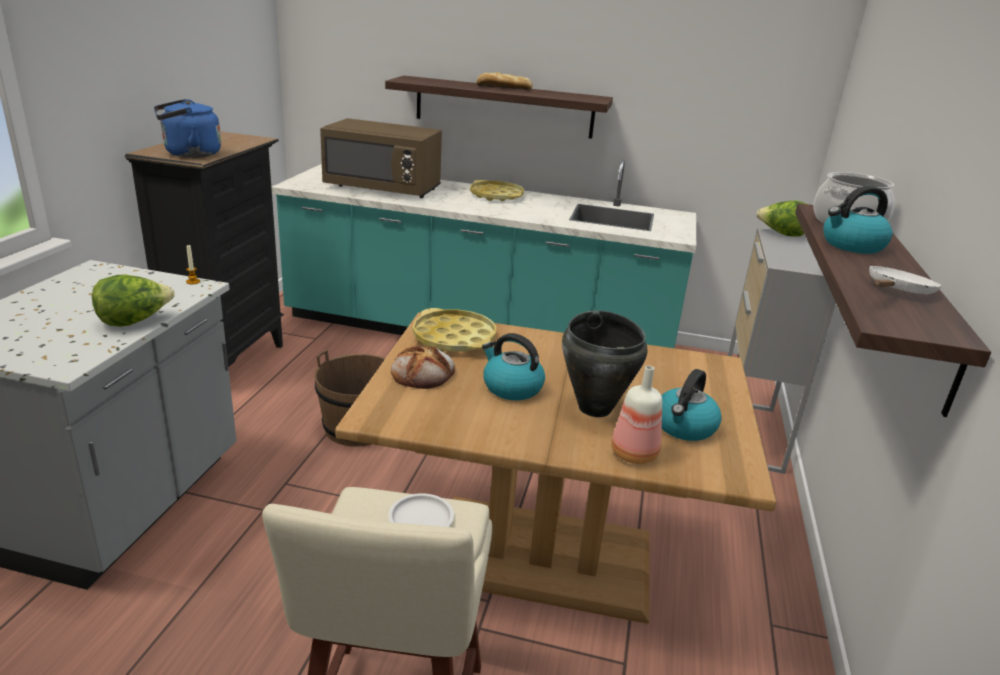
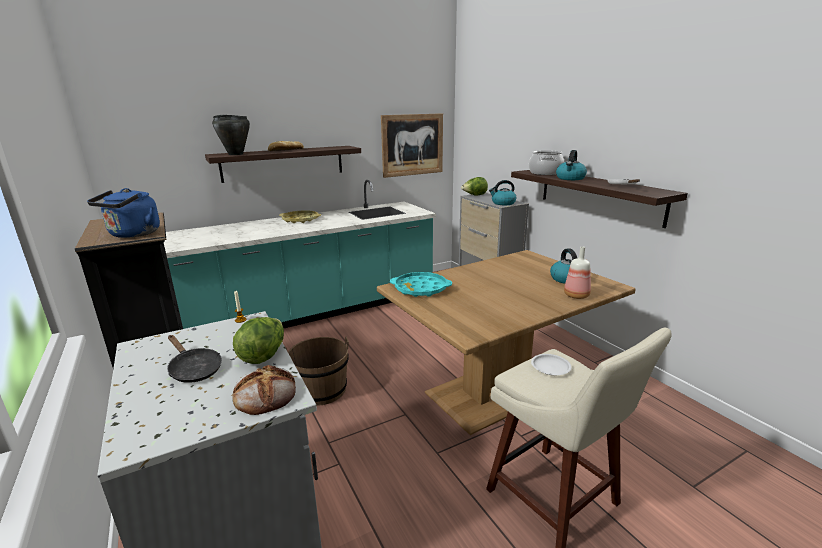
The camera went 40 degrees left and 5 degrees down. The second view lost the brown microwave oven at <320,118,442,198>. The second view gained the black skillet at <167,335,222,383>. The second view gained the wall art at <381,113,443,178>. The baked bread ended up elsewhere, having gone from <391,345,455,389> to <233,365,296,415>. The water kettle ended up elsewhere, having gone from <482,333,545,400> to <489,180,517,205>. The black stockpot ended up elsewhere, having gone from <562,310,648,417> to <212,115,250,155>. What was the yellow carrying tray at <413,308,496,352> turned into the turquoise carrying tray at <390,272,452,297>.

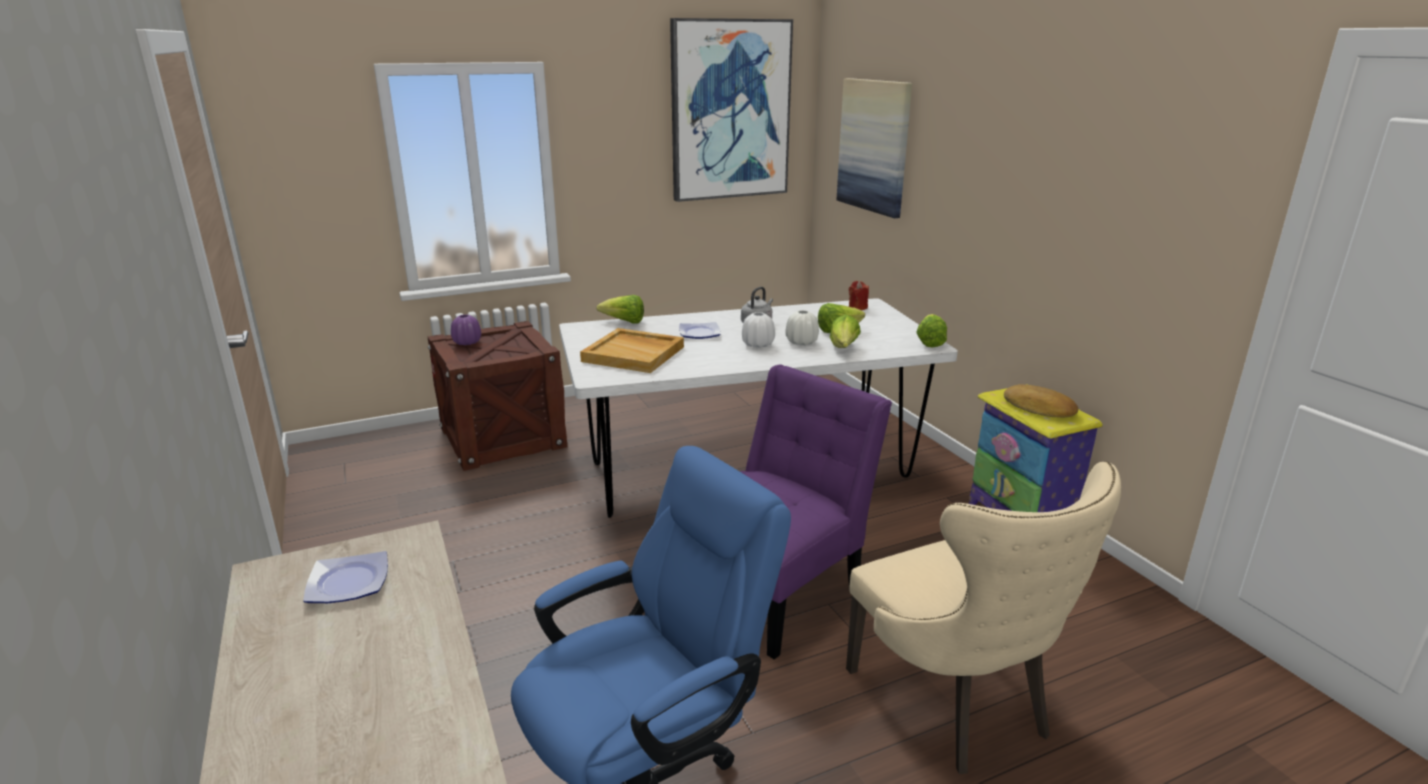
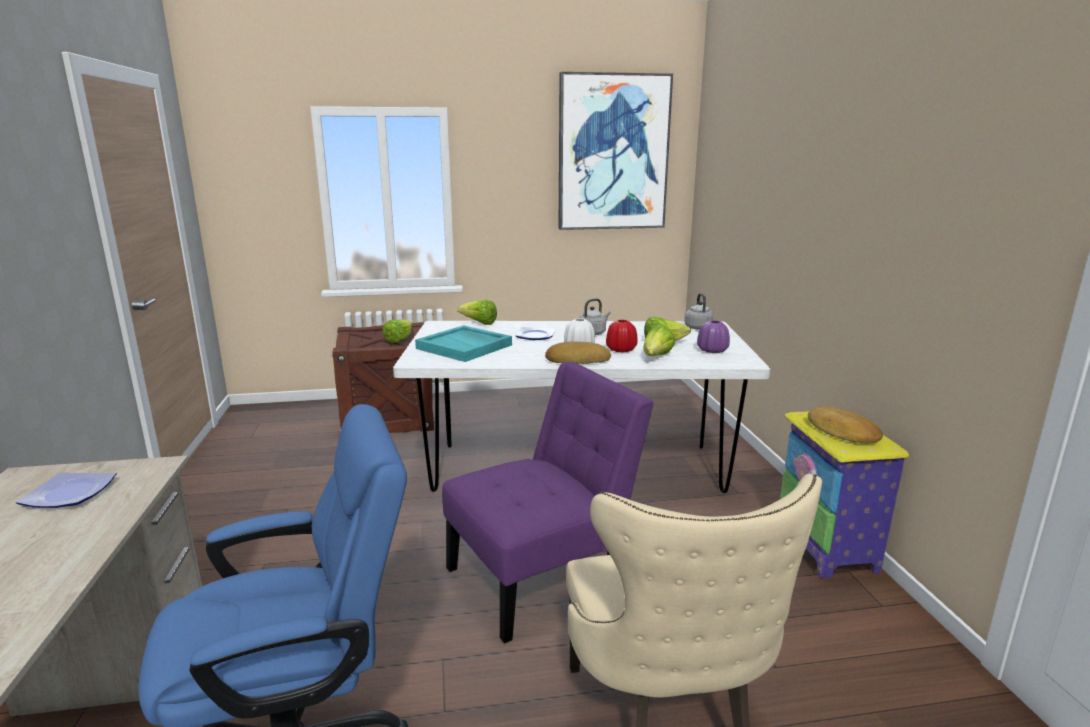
The camera went 15 degrees right and 5 degrees down. The second view lost the wall art at <837,78,912,218>. The second view gained the baked bread at <545,341,611,364>. The purplish flower vase ended up elsewhere, having gone from <451,315,481,345> to <697,320,730,353>. The head of lettuce ended up elsewhere, having gone from <916,314,947,347> to <382,319,412,343>. Where the reddish wax light stood at <849,281,869,310>, the greyish water kettle came to stand at <684,293,714,330>. What was the beige carrying tray at <580,328,684,373> turned into the turquoise carrying tray at <415,325,512,362>. What was the white flower vase at <785,310,819,345> turned into the reddish flower vase at <606,320,638,352>.

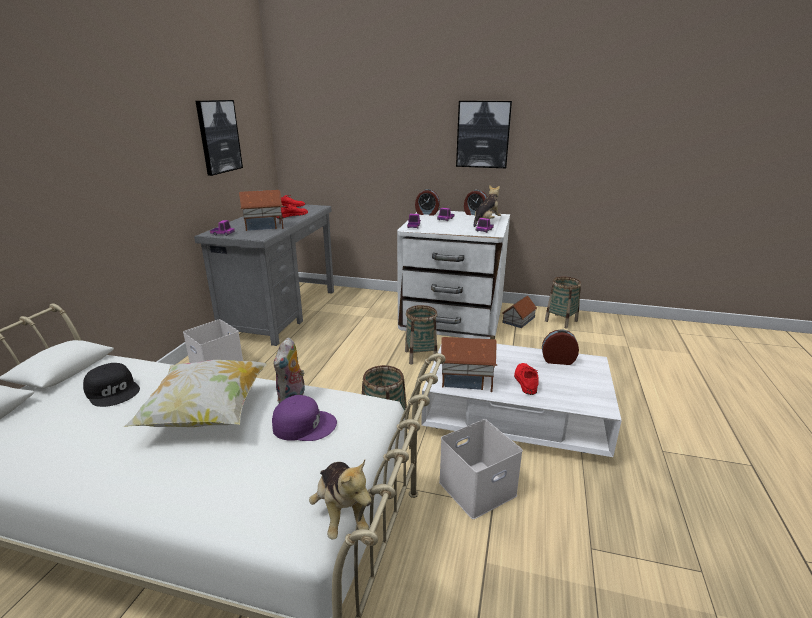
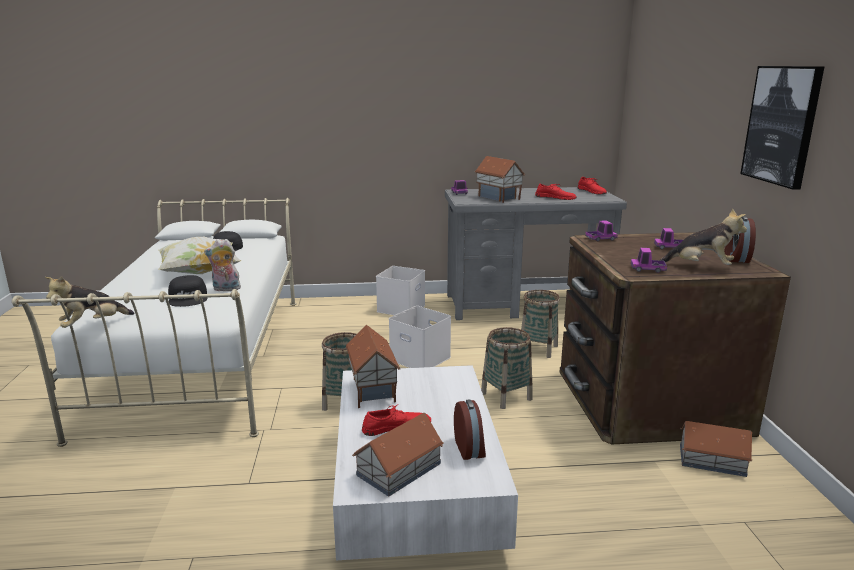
The camera went 70 degrees right and 5 degrees down. The second view lost the wall art at <196,100,243,176>. The second view lost the alarm clock at <415,189,440,216>. The second view gained the miniature house at <352,413,443,496>. The white storage container ended up elsewhere, having gone from <439,419,523,519> to <389,306,451,368>. The storage basket ended up elsewhere, having gone from <545,276,581,329> to <521,290,560,358>. What was the purplish peaked cap at <272,395,337,441> turned into the black peaked cap at <168,275,207,307>. What was the white chest of drawers at <397,210,510,339> turned into the brown chest of drawers at <560,232,791,444>.

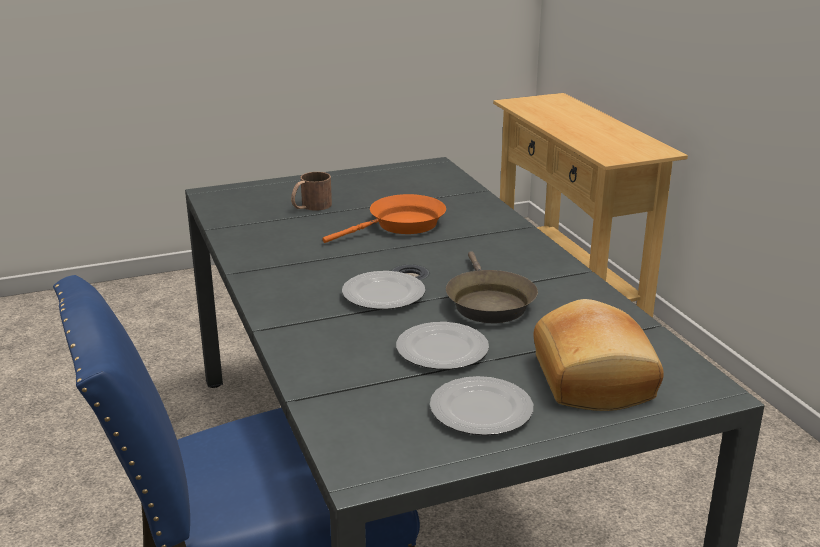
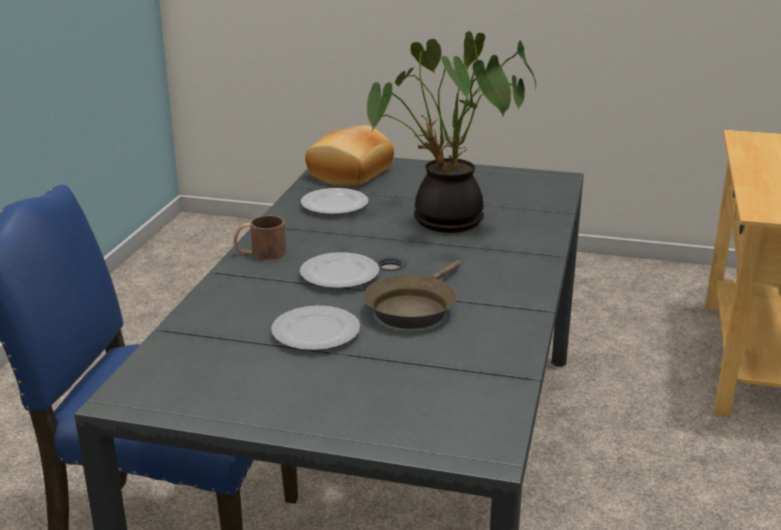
The camera went 35 degrees right and 0 degrees up. The brown tea mug ended up elsewhere, having gone from <291,172,332,211> to <234,215,286,260>. The plate ended up elsewhere, having gone from <430,376,533,435> to <301,188,368,215>. The baked bread ended up elsewhere, having gone from <534,299,664,411> to <305,125,394,186>. Where the orange-coloured skillet stood at <322,194,446,243>, the plant in a pot came to stand at <367,31,536,233>.

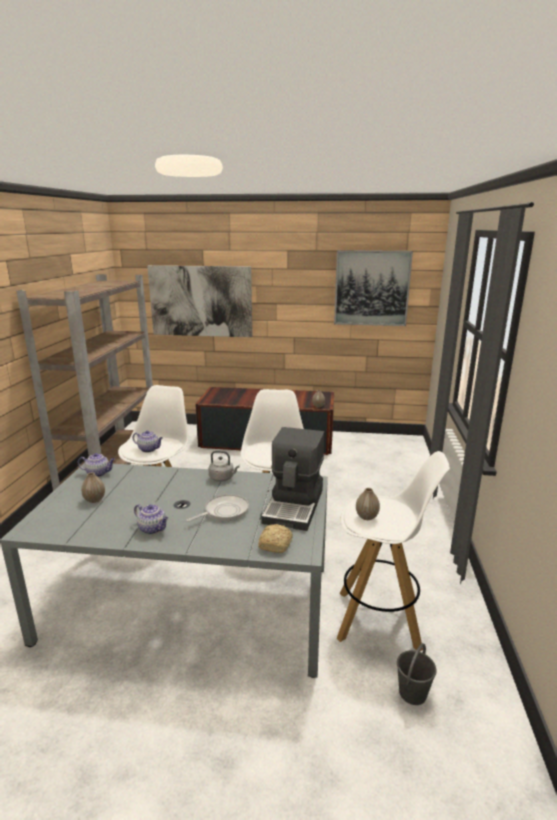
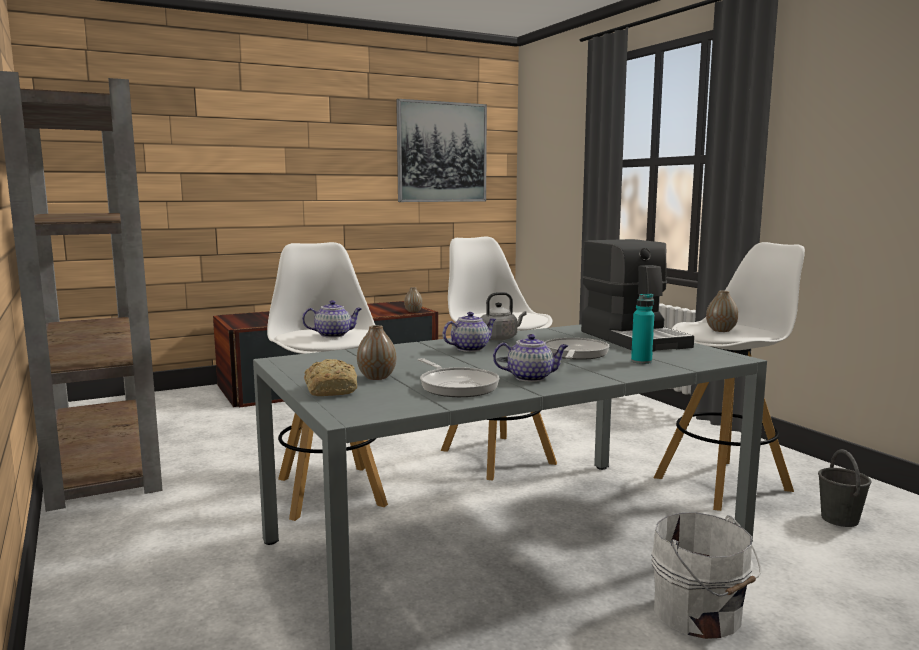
The camera went 35 degrees left and 10 degrees down. The second view lost the wall art at <147,265,252,337>. The second view gained the skillet at <418,358,499,397>. The second view gained the turquoise bottle at <631,294,654,364>. The second view gained the white pail at <651,512,761,639>. The teapot ended up elsewhere, having gone from <78,453,115,477> to <443,312,496,352>. The baked bread ended up elsewhere, having gone from <258,524,293,553> to <304,359,357,396>.

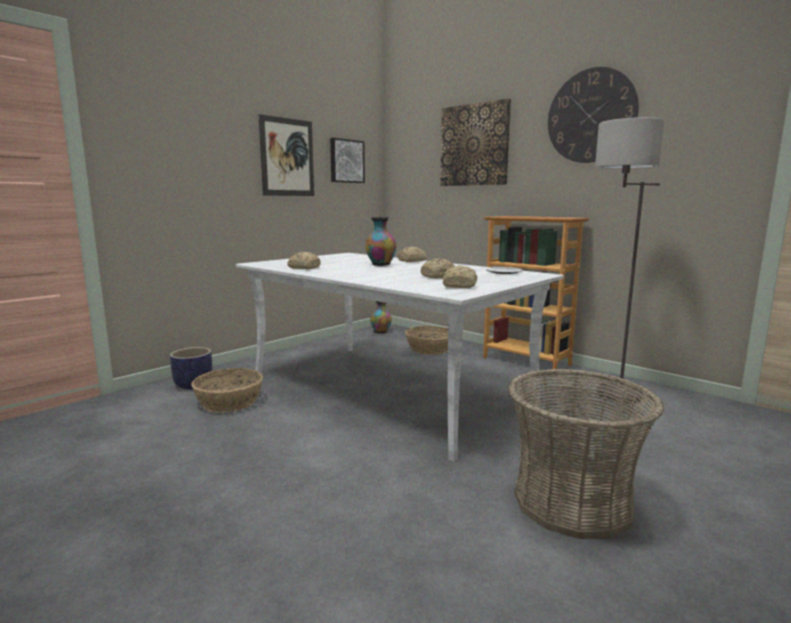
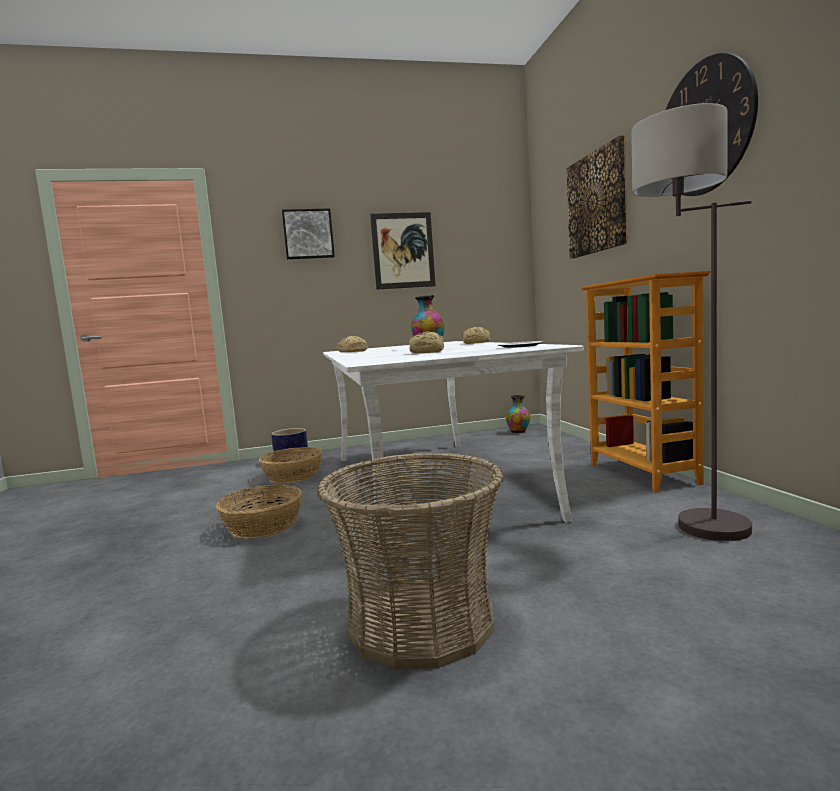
The camera went 35 degrees right and 5 degrees down. The second view lost the baked bread at <443,265,477,288>. The wall art ended up elsewhere, having gone from <330,138,365,183> to <282,209,335,259>. The storage basket ended up elsewhere, having gone from <405,326,448,355> to <216,484,303,539>.

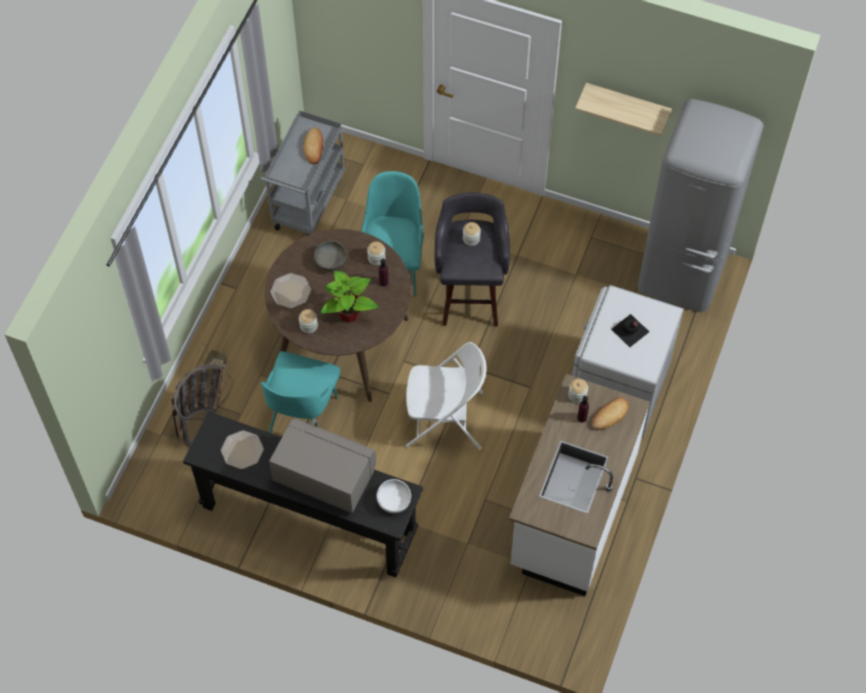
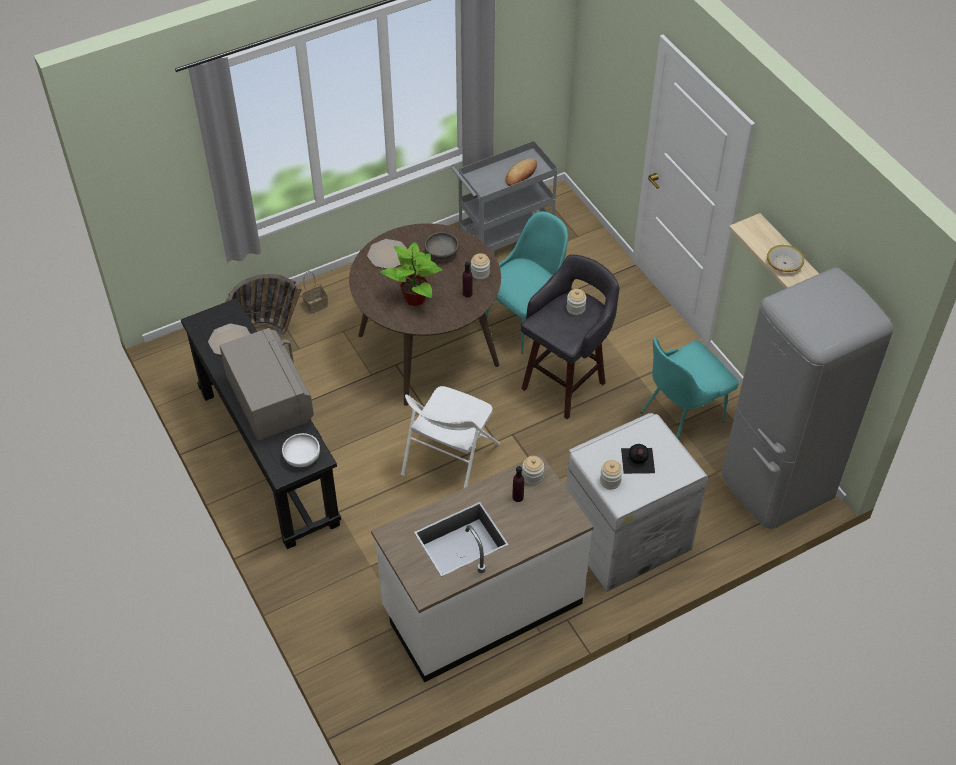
The camera went 40 degrees right and 10 degrees down. The second view lost the baked bread at <592,397,629,430>. The second view gained the bowl at <767,245,804,272>. The turquoise chair ended up elsewhere, having gone from <261,351,340,433> to <640,337,739,439>. The jar ended up elsewhere, having gone from <299,309,318,334> to <600,460,623,489>. The white chair at <406,342,487,450> ended up facing another way, 75 degrees clockwise from before.

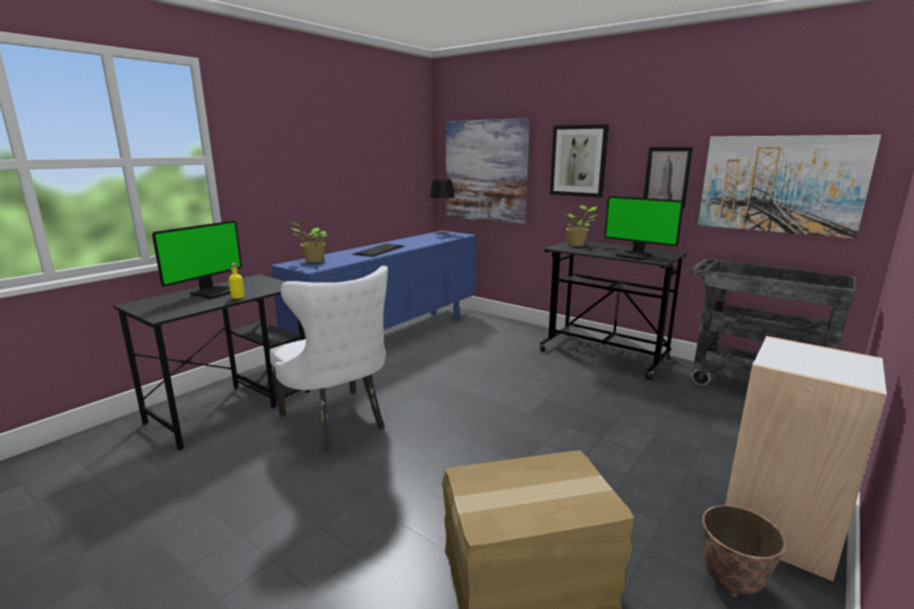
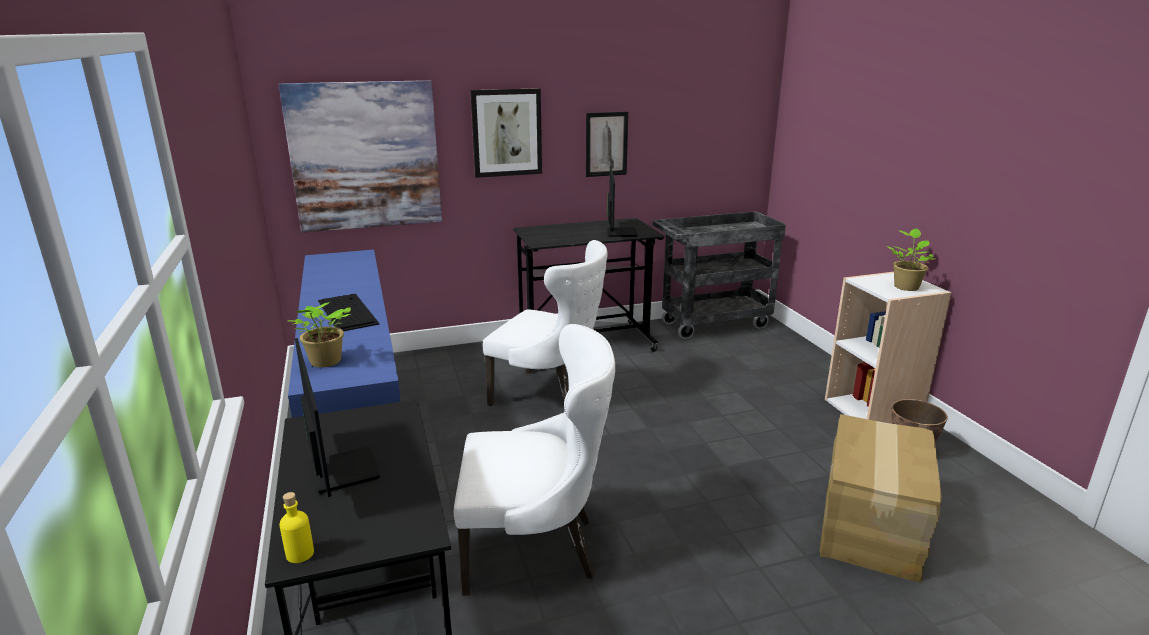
The camera went 55 degrees left and 5 degrees up. The second view lost the black table lamp at <430,179,455,235>. The second view lost the wall art at <698,135,881,239>. The second view gained the white chair at <483,240,608,406>. The yellow bottle ended up elsewhere, having gone from <229,263,245,299> to <280,492,314,563>. The plant in a pot ended up elsewhere, having gone from <564,205,597,246> to <887,228,935,291>. The computer screen at <605,196,684,260> ended up facing another way, 75 degrees counterclockwise from before.

